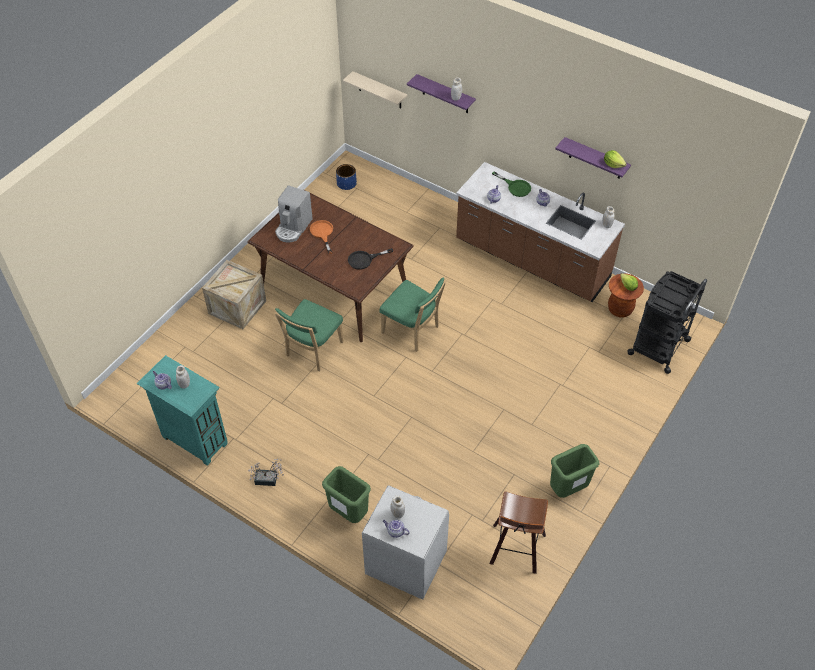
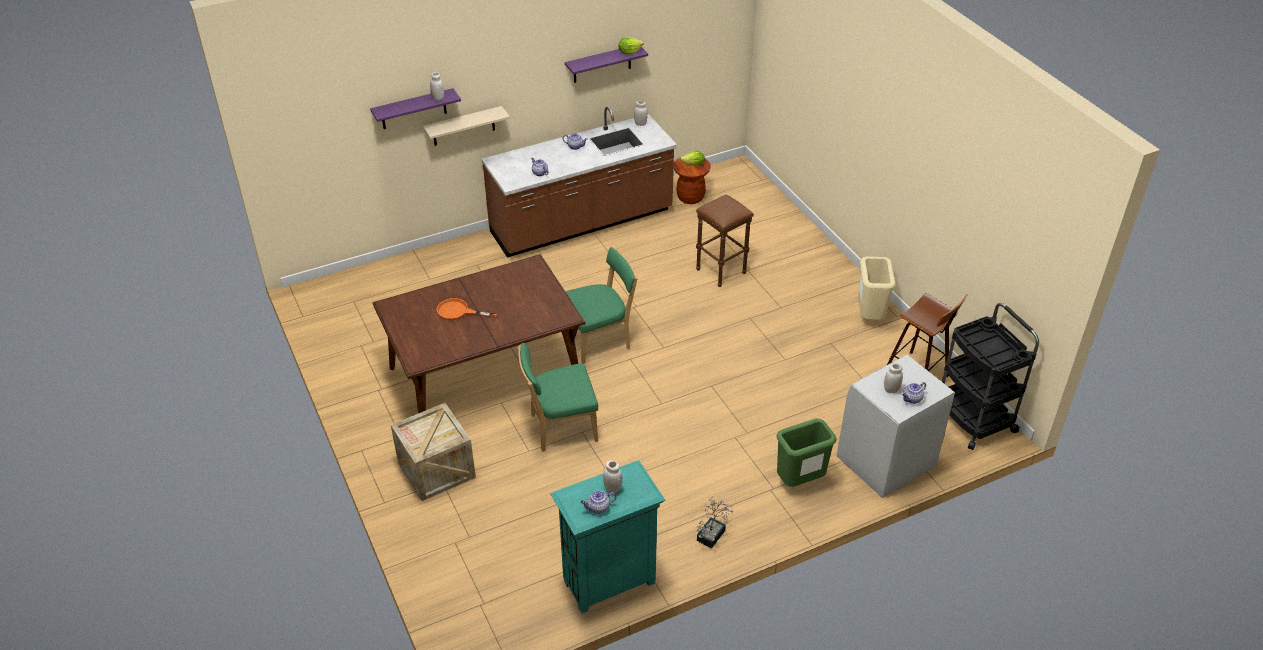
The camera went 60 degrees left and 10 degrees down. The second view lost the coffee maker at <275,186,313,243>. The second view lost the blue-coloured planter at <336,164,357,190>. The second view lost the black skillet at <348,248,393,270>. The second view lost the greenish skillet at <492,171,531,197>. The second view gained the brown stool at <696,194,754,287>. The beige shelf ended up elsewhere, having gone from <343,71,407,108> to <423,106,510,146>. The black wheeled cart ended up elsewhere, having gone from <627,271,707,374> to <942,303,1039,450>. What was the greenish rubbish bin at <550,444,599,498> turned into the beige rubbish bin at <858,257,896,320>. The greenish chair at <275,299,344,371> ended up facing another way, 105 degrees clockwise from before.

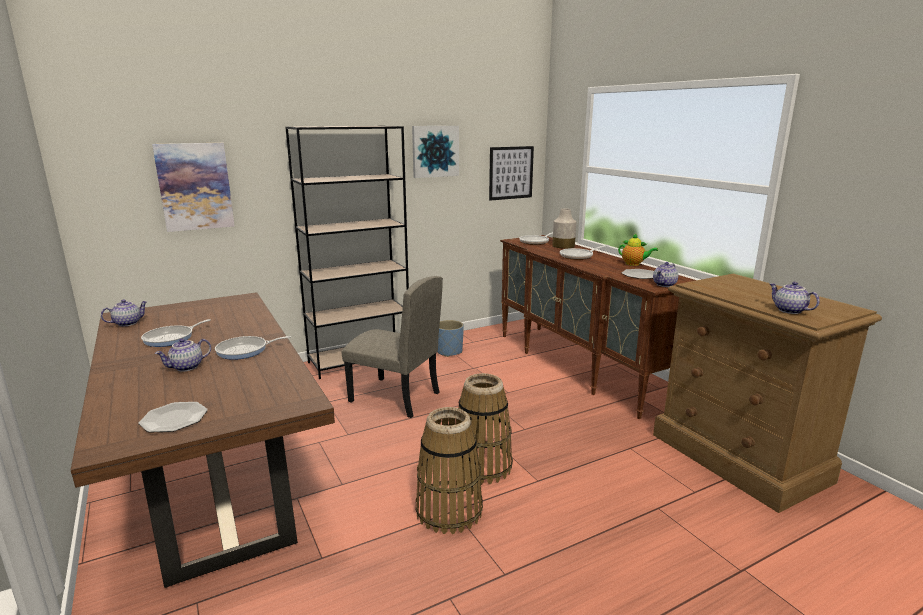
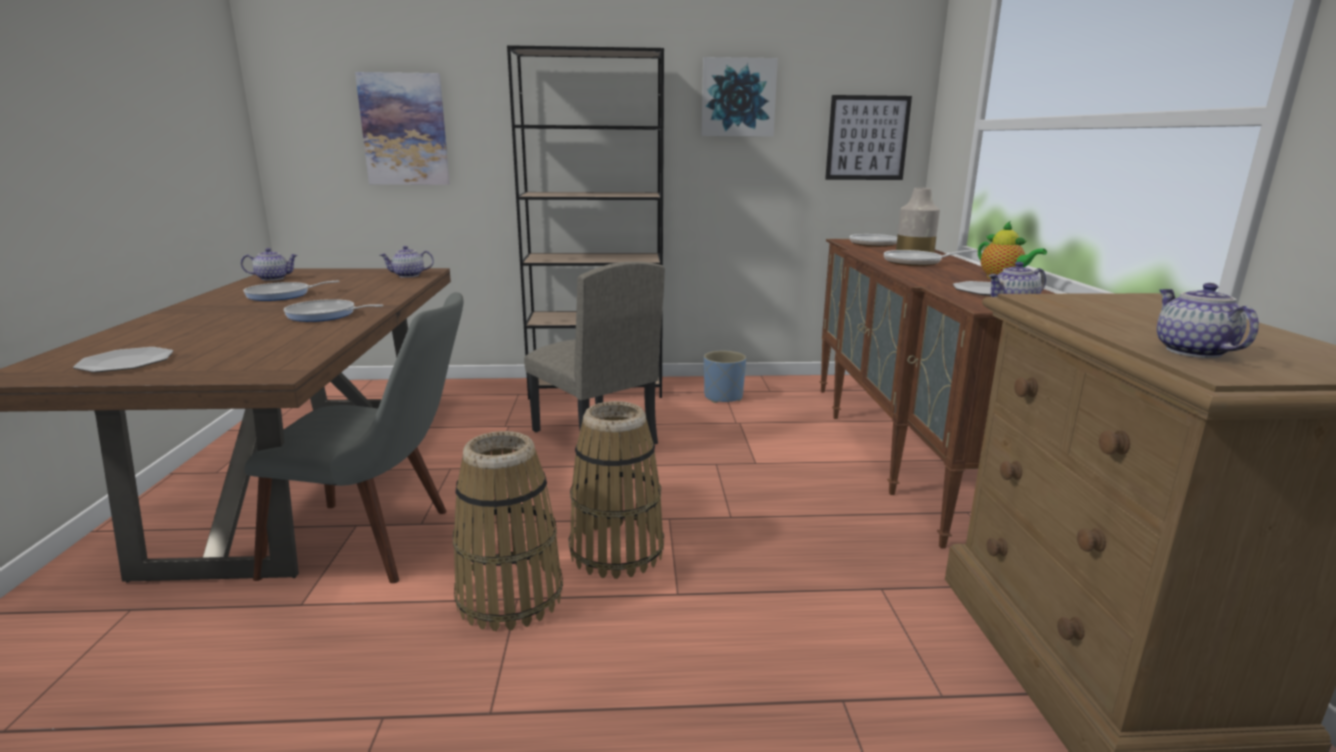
The camera went 25 degrees right and 0 degrees up. The second view gained the greyish chair at <244,292,463,583>. The teapot ended up elsewhere, having gone from <155,338,211,372> to <380,246,434,278>.

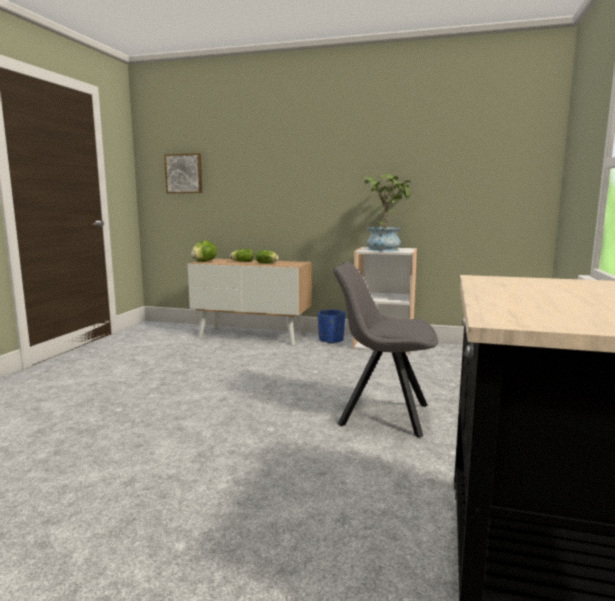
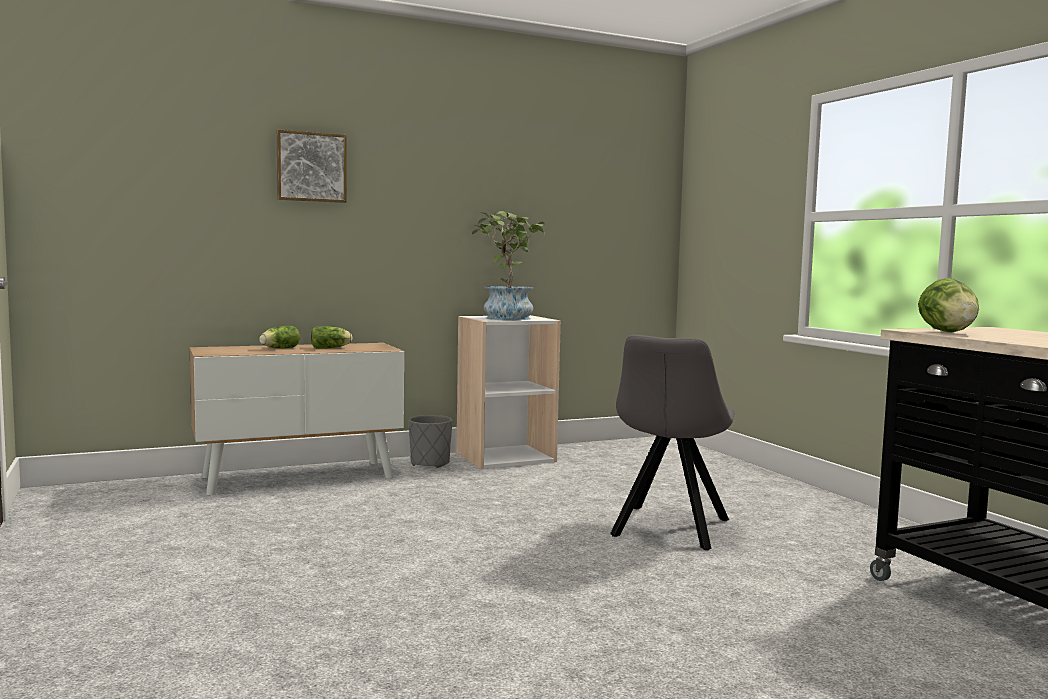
The camera went 40 degrees left and 5 degrees down. The wall art ended up elsewhere, having gone from <164,153,202,193> to <277,130,347,203>. The head of lettuce ended up elsewhere, having gone from <191,240,217,262> to <918,278,979,332>. What was the blue-coloured planter at <318,310,345,344> turned into the greyish planter at <409,415,452,468>. The greyish chair at <333,261,438,438> ended up facing another way, 45 degrees counterclockwise from before.

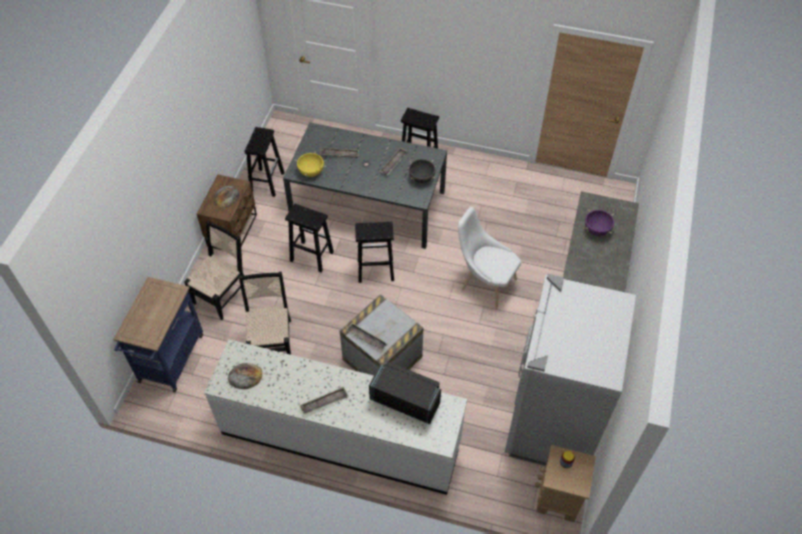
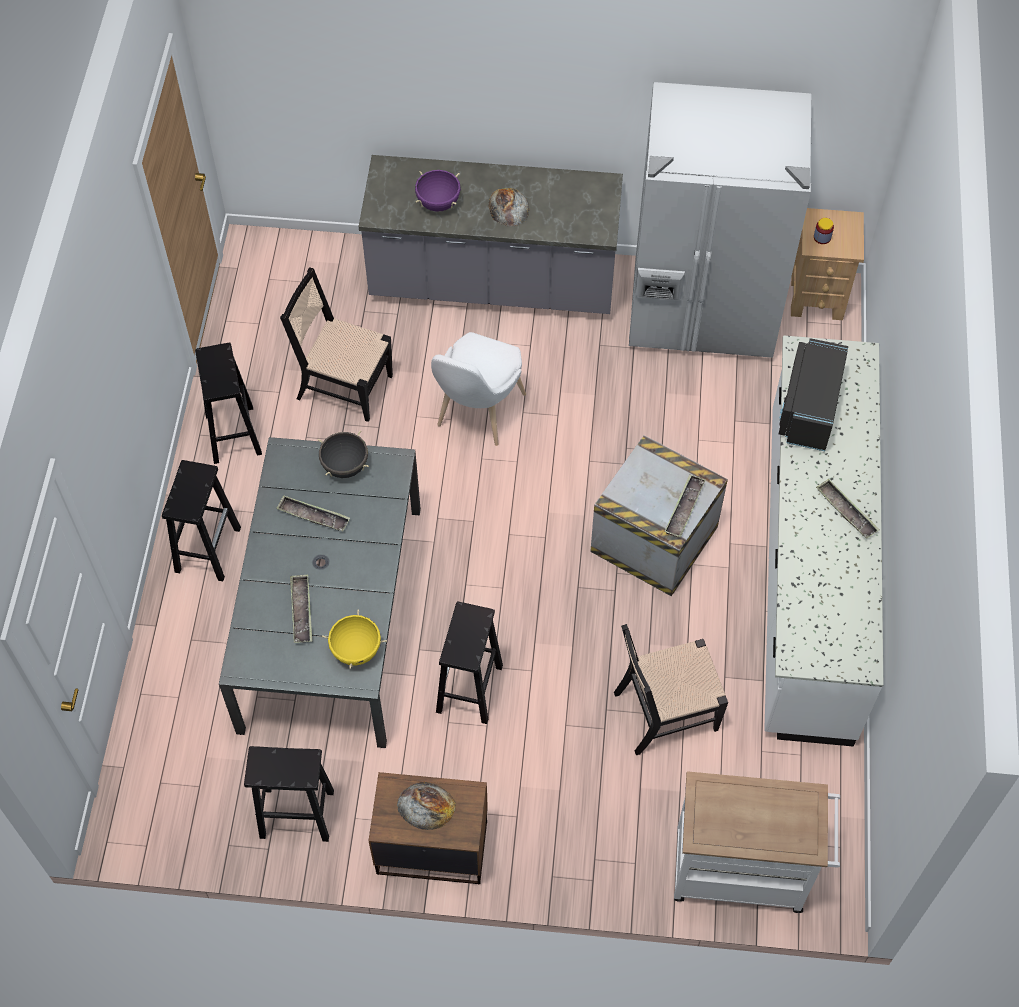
The camera went 100 degrees left and 5 degrees up. The chair ended up elsewhere, having gone from <184,220,244,320> to <280,267,393,422>. The baked bread ended up elsewhere, having gone from <228,363,262,389> to <488,188,529,227>. The black stool ended up elsewhere, having gone from <355,222,394,283> to <195,343,262,464>. What was the blue-coloured wheeled cart at <113,277,203,393> turned into the white wheeled cart at <674,771,840,913>.

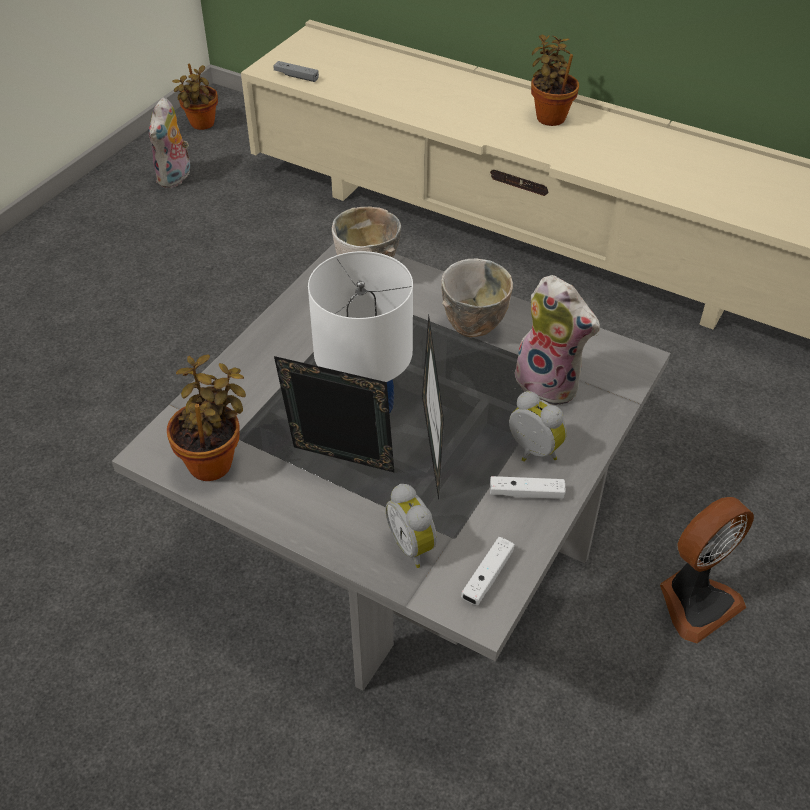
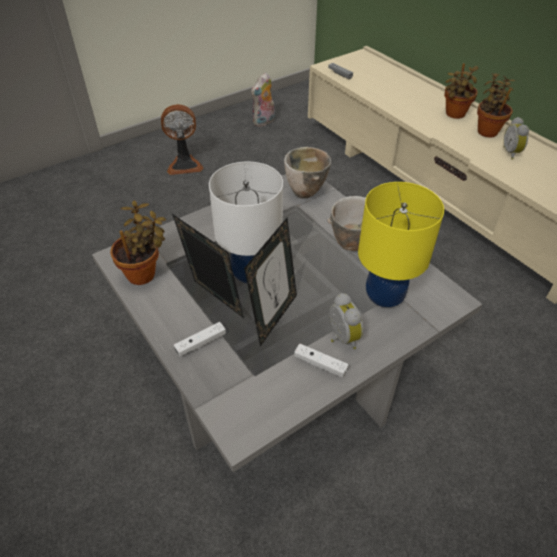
The camera went 25 degrees right and 0 degrees up. The plant in a pot ended up elsewhere, having gone from <172,64,218,130> to <444,63,478,119>. The alarm clock ended up elsewhere, having gone from <385,484,437,568> to <503,117,529,159>. The white joypad ended up elsewhere, having gone from <461,537,515,605> to <174,322,226,356>. The fan ended up elsewhere, having gone from <660,497,754,643> to <161,104,204,175>. Where the soft toy stood at <514,275,600,405>, the yellow table lamp came to stand at <358,182,444,307>.

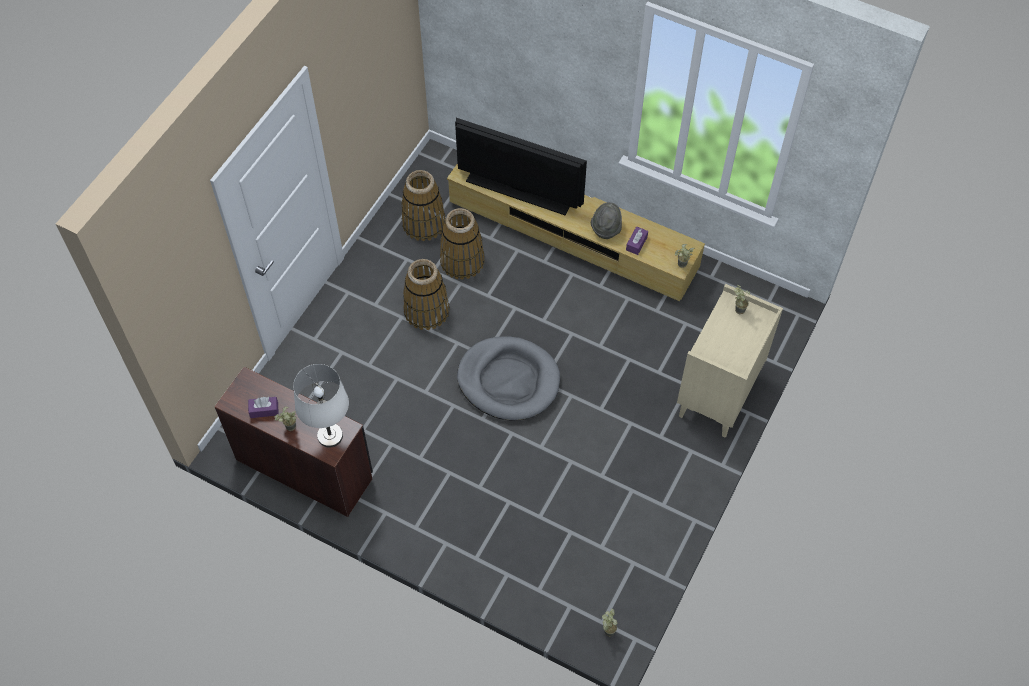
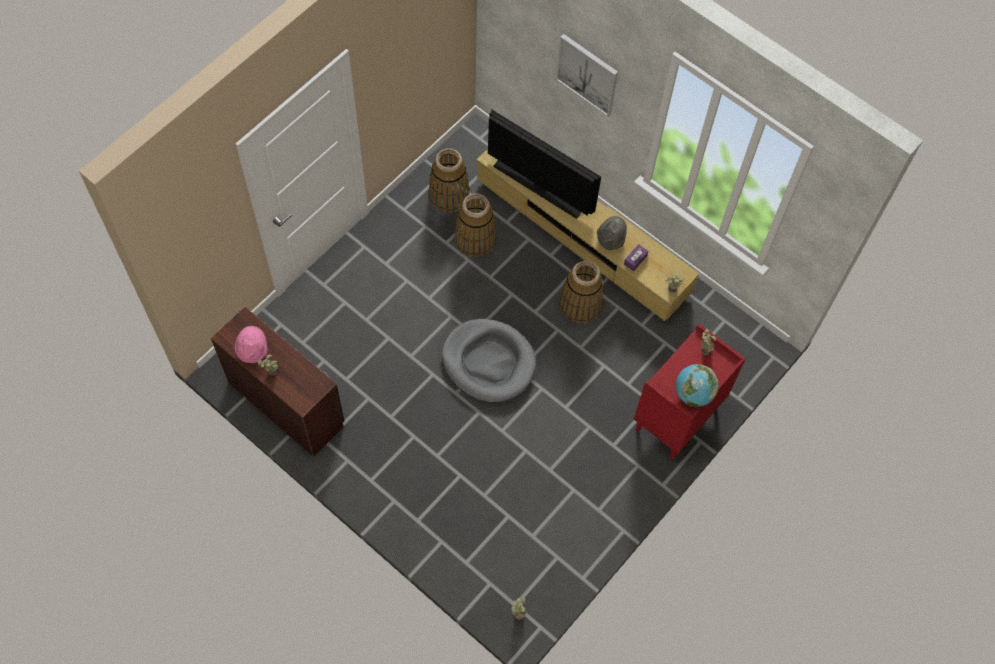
The camera went 10 degrees right and 5 degrees up. The second view lost the white table lamp at <293,364,349,447>. The second view gained the wall art at <556,34,618,117>. The second view gained the world globe at <676,364,719,407>. The storage basket ended up elsewhere, having gone from <403,259,450,330> to <560,261,603,323>. Where the purplish tissue box stood at <248,397,279,418>, the pink wearable hat came to stand at <234,326,268,363>. What was the beige cabinet at <677,284,783,438> turned into the reddish cabinet at <634,324,746,460>.

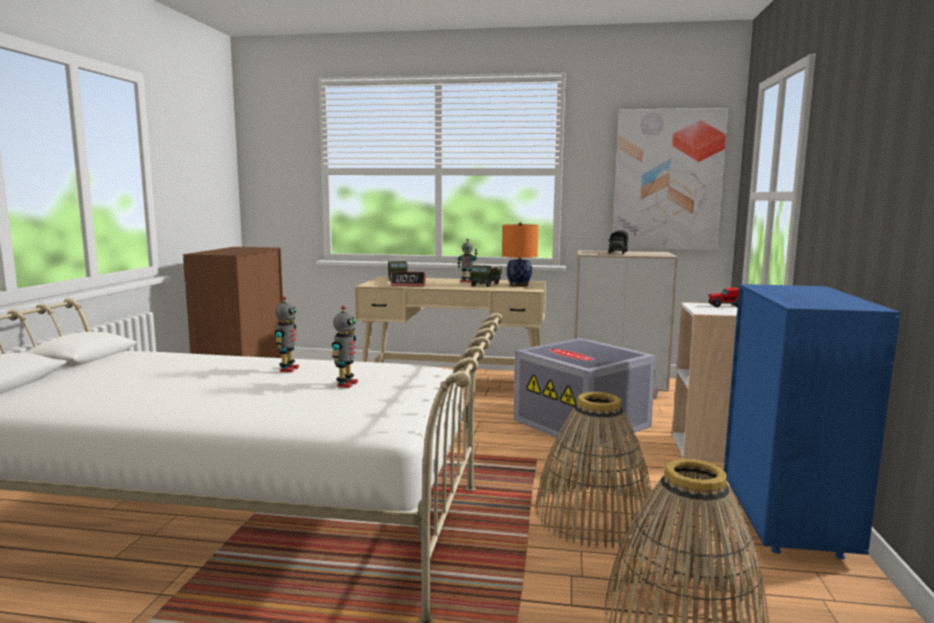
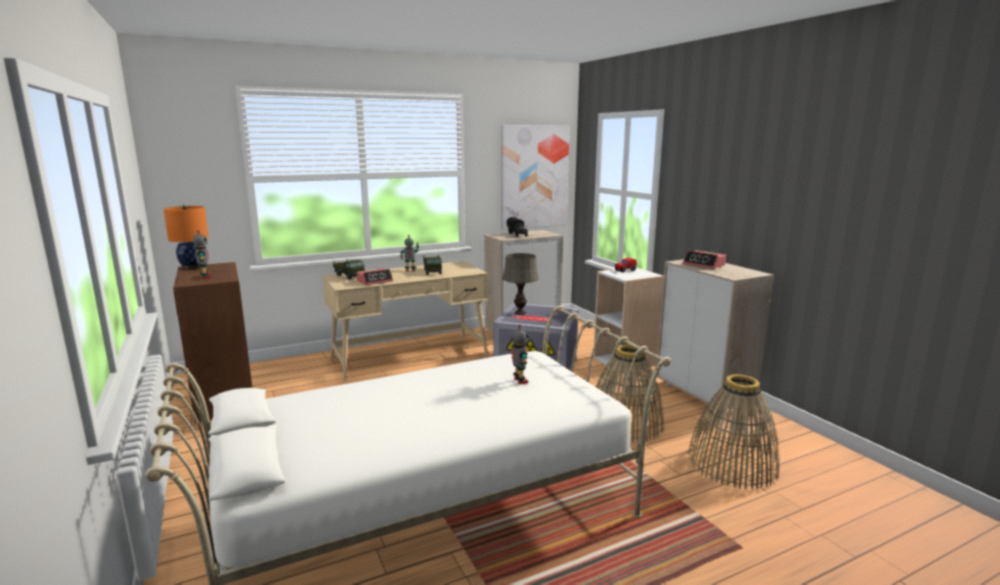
The camera went 35 degrees left and 5 degrees up. The second view gained the greyish table lamp at <502,253,539,315>. The second view gained the alarm clock at <683,250,726,269>. The toy robot ended up elsewhere, having gone from <275,296,299,372> to <193,230,211,279>. The orange-coloured table lamp ended up elsewhere, having gone from <502,222,538,287> to <163,205,209,270>. What was the blue-coloured cabinet at <724,284,900,559> turned into the beige cabinet at <657,259,774,412>.

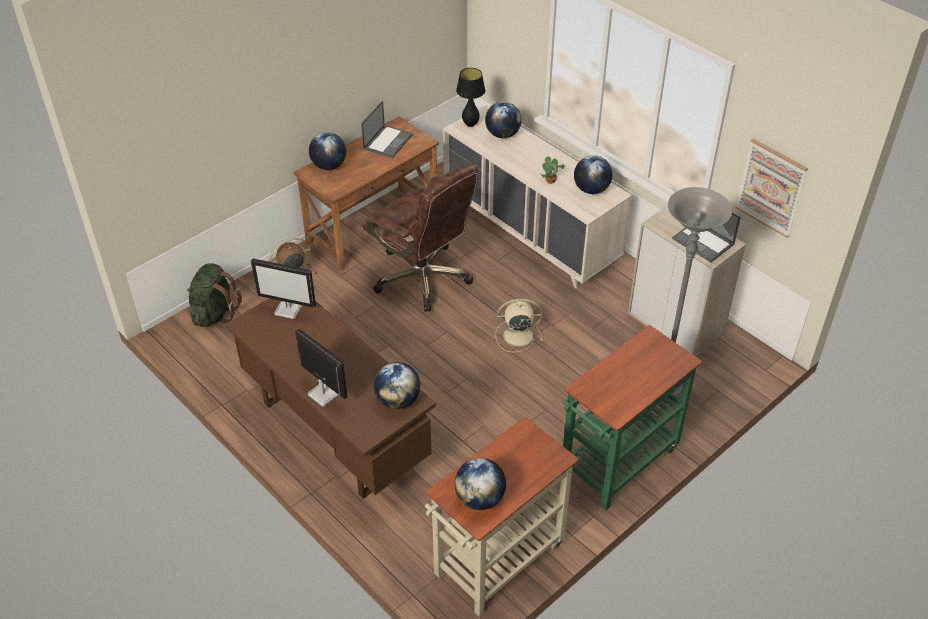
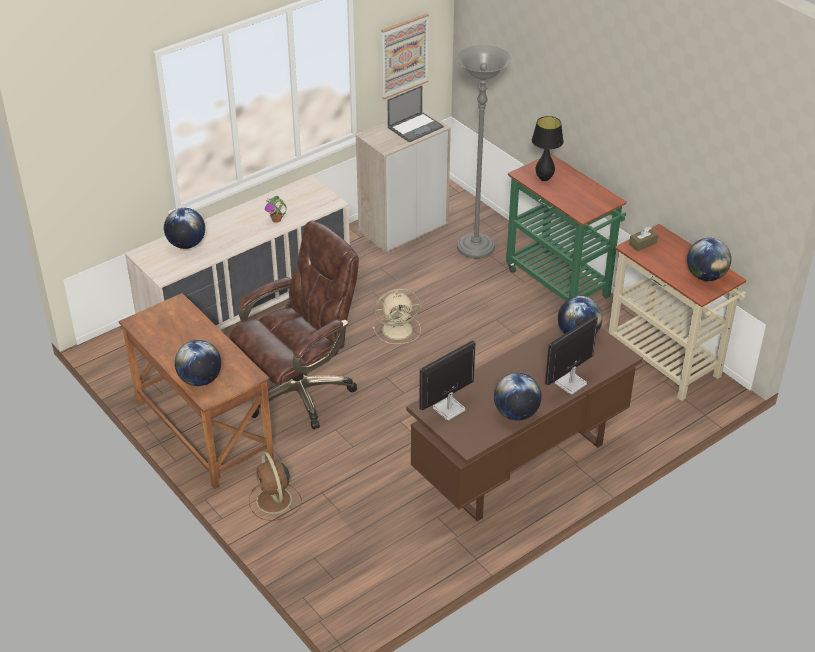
The camera went 85 degrees left and 5 degrees down. The second view lost the greenish backpack at <187,263,242,327>. The second view lost the portable computer at <361,101,413,158>. The second view gained the brown tissue box at <629,227,658,251>. The black table lamp ended up elsewhere, having gone from <456,68,485,127> to <532,116,564,181>. The world globe ended up elsewhere, having gone from <574,155,613,194> to <494,373,542,420>. The computer screen at <251,258,316,319> ended up facing another way, 150 degrees counterclockwise from before. The beige fan at <495,299,542,353> ended up facing another way, 105 degrees counterclockwise from before.

